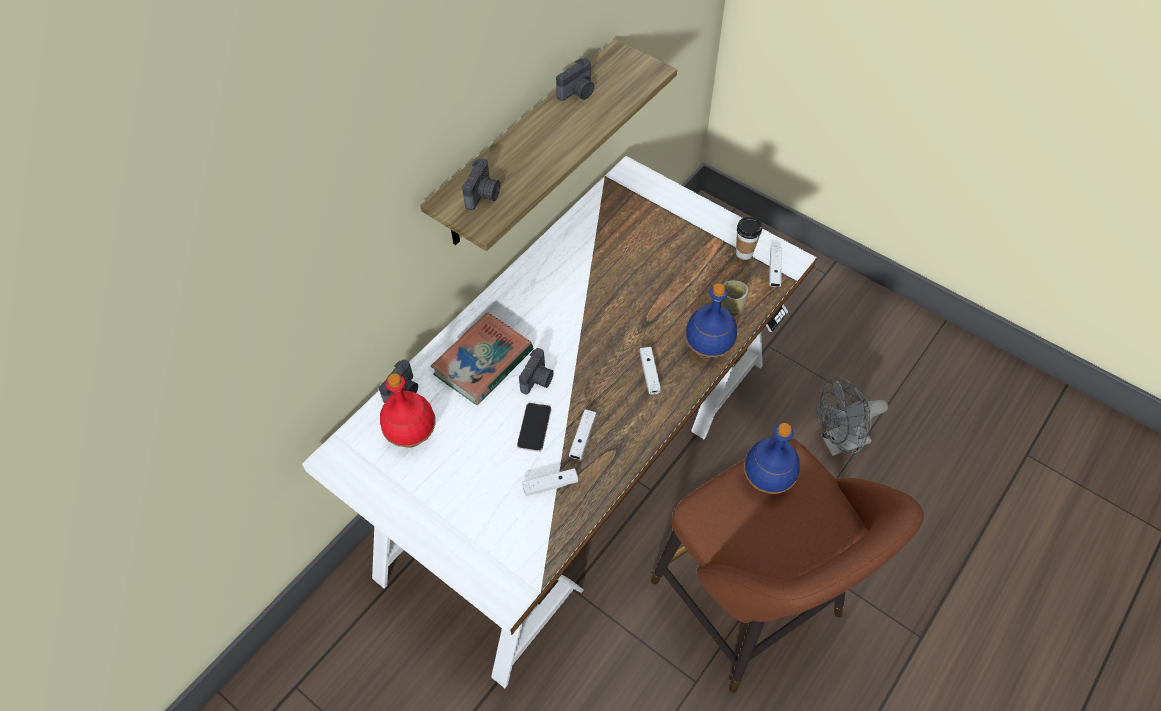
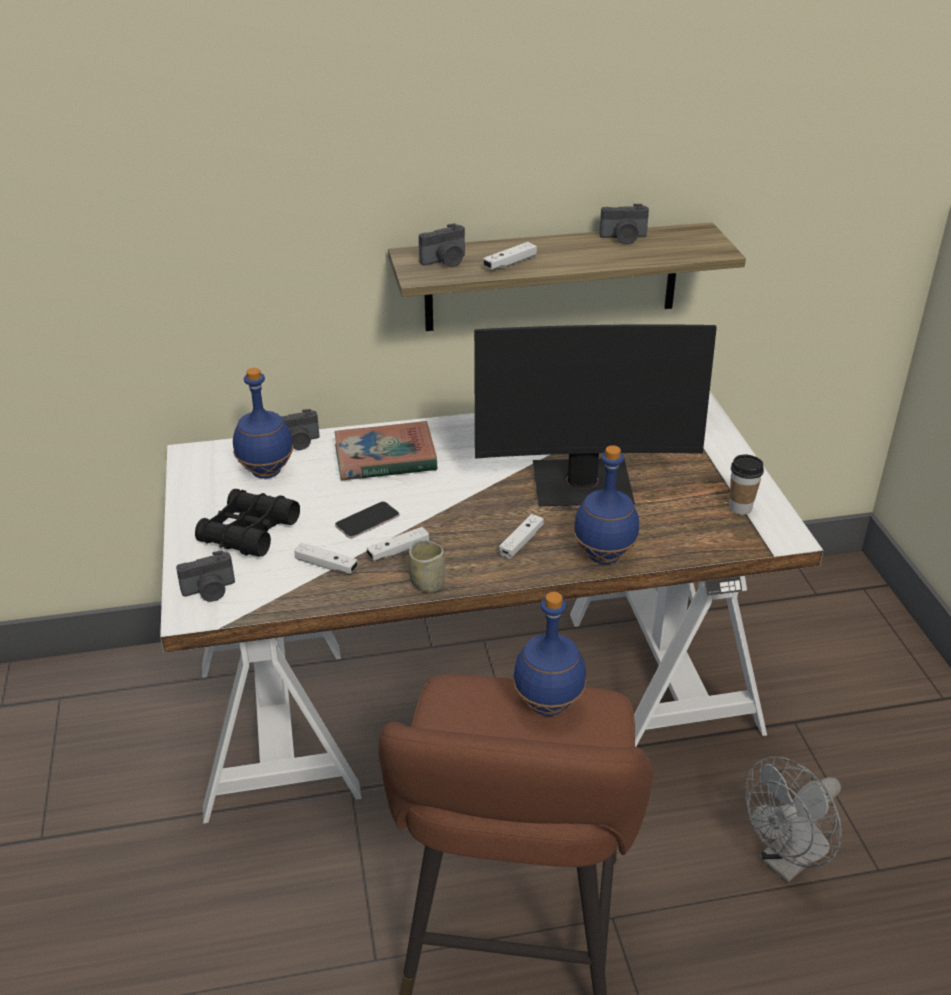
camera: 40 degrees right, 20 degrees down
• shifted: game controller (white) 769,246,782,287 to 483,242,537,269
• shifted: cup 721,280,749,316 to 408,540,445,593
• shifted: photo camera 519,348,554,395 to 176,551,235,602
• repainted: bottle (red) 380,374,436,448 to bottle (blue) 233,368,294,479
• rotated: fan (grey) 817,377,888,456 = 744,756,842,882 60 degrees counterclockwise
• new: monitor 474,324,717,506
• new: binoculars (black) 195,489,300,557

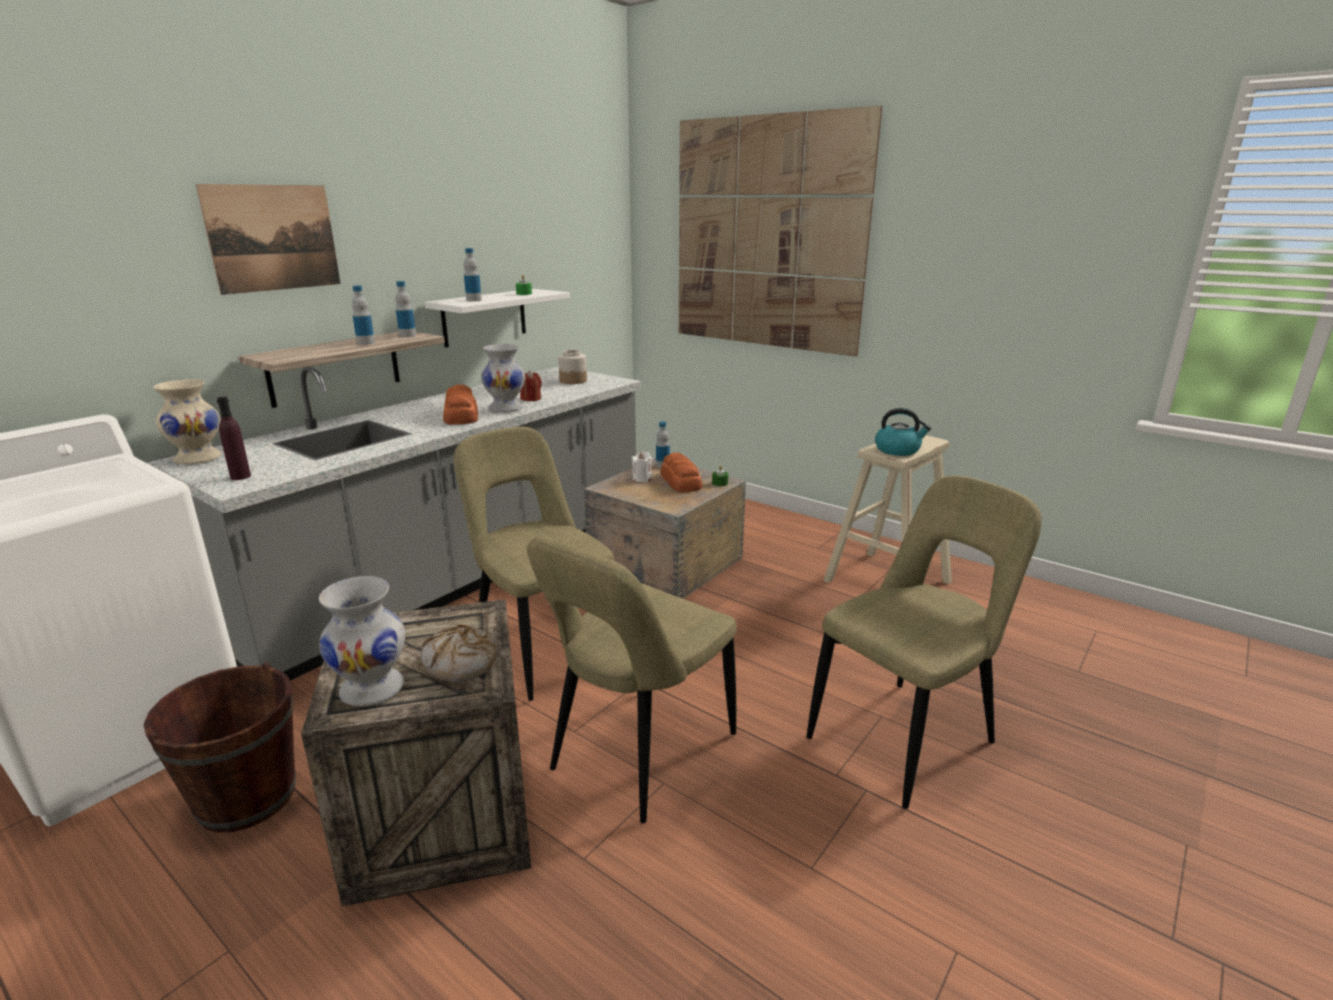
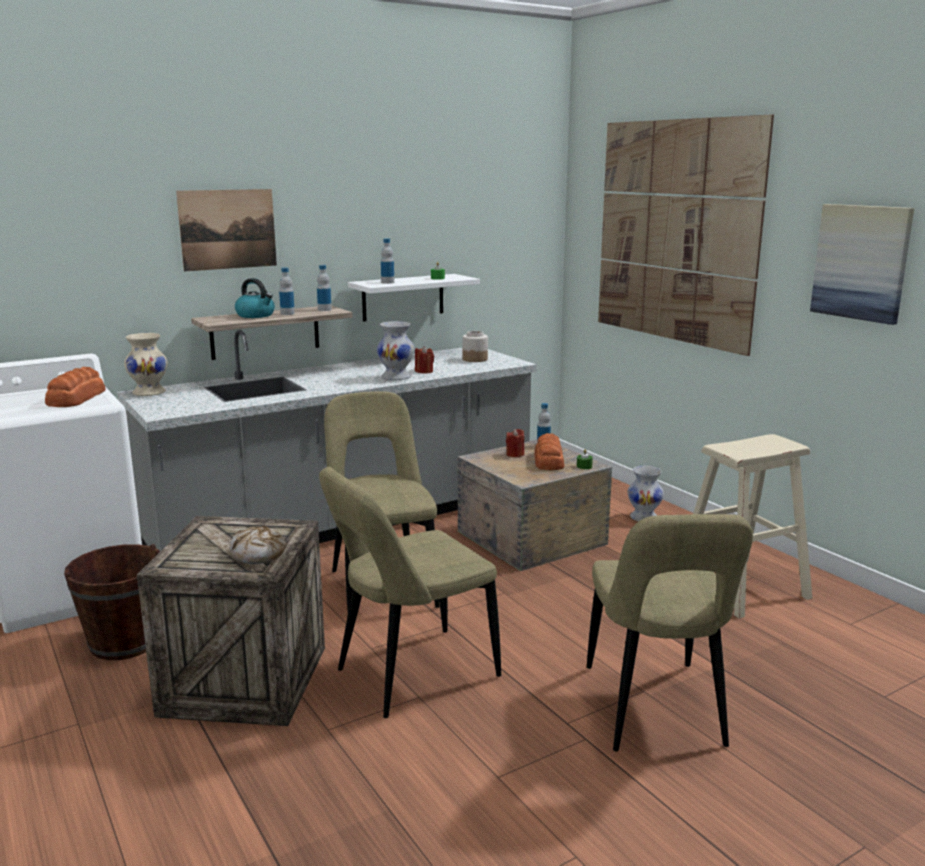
camera: 20 degrees right, 5 degrees down
• shifted: bread 443,385,478,425 to 45,367,106,407
• gone: bottle (purple) 217,396,251,480
• shifted: kettle 875,408,931,456 to 235,278,275,318
• repainted: candle (white) 632,452,652,482 to candle (red) 506,429,525,457
• rotated: chair (beige) 806,475,1042,809 = 587,514,753,752 105 degrees clockwise
• shifted: vase (white) 319,576,405,706 to 628,466,664,521
• new: picture 810,204,914,325

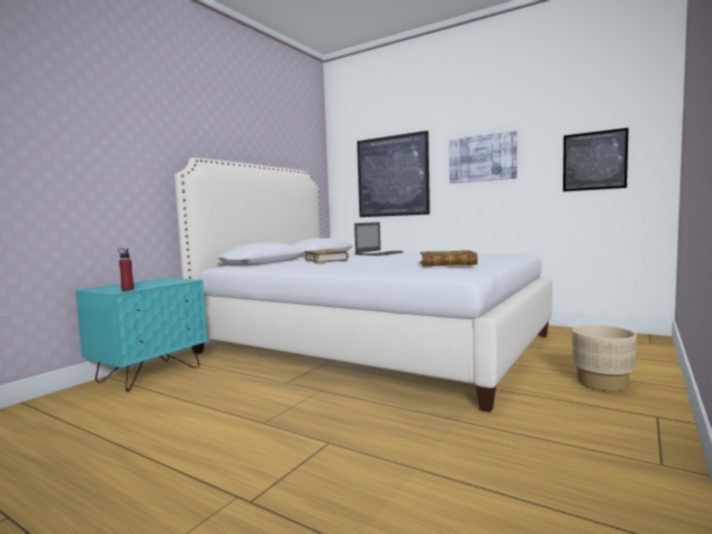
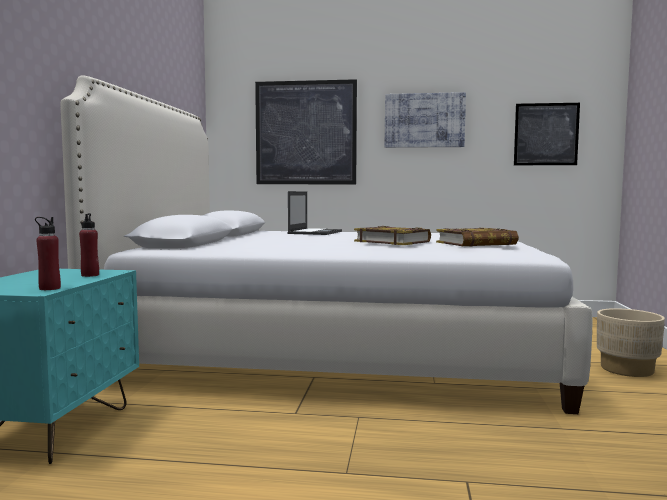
camera: 25 degrees left, 0 degrees up
• shifted: book 304,249,349,263 to 354,226,431,245
• new: bottle (red) 79,213,99,277

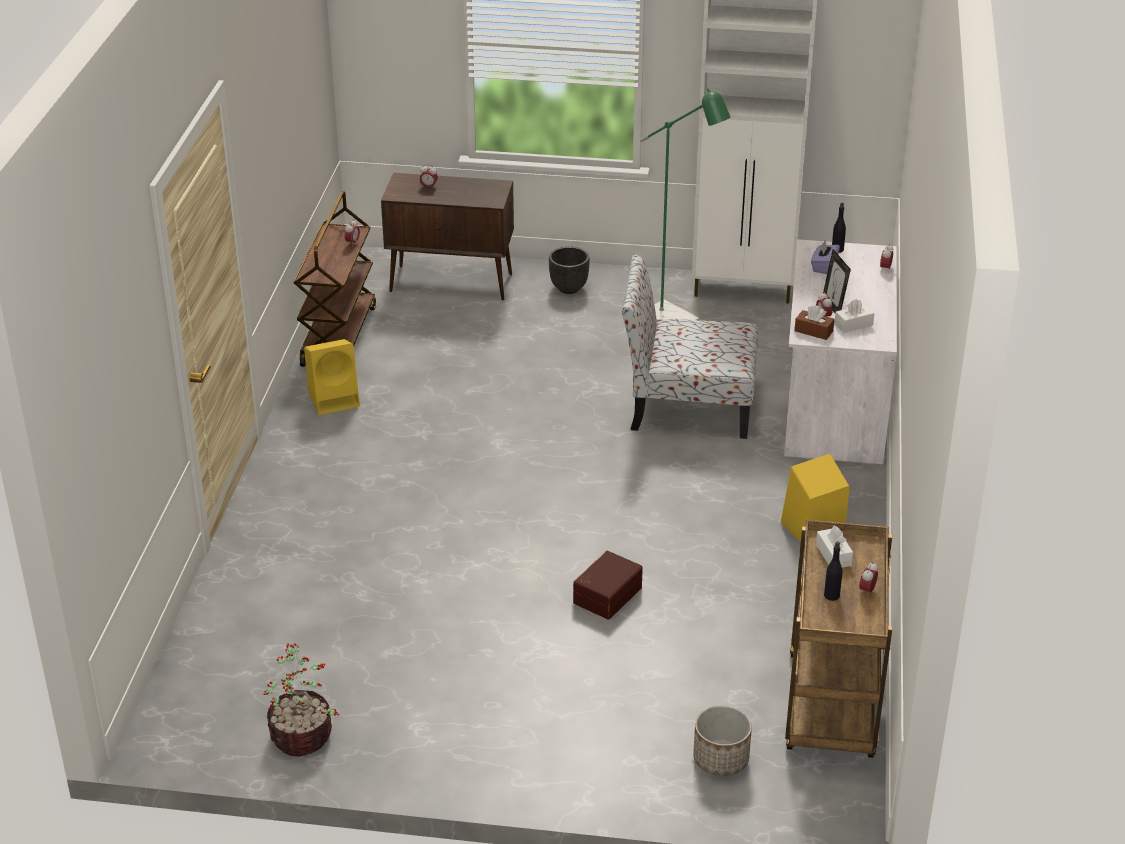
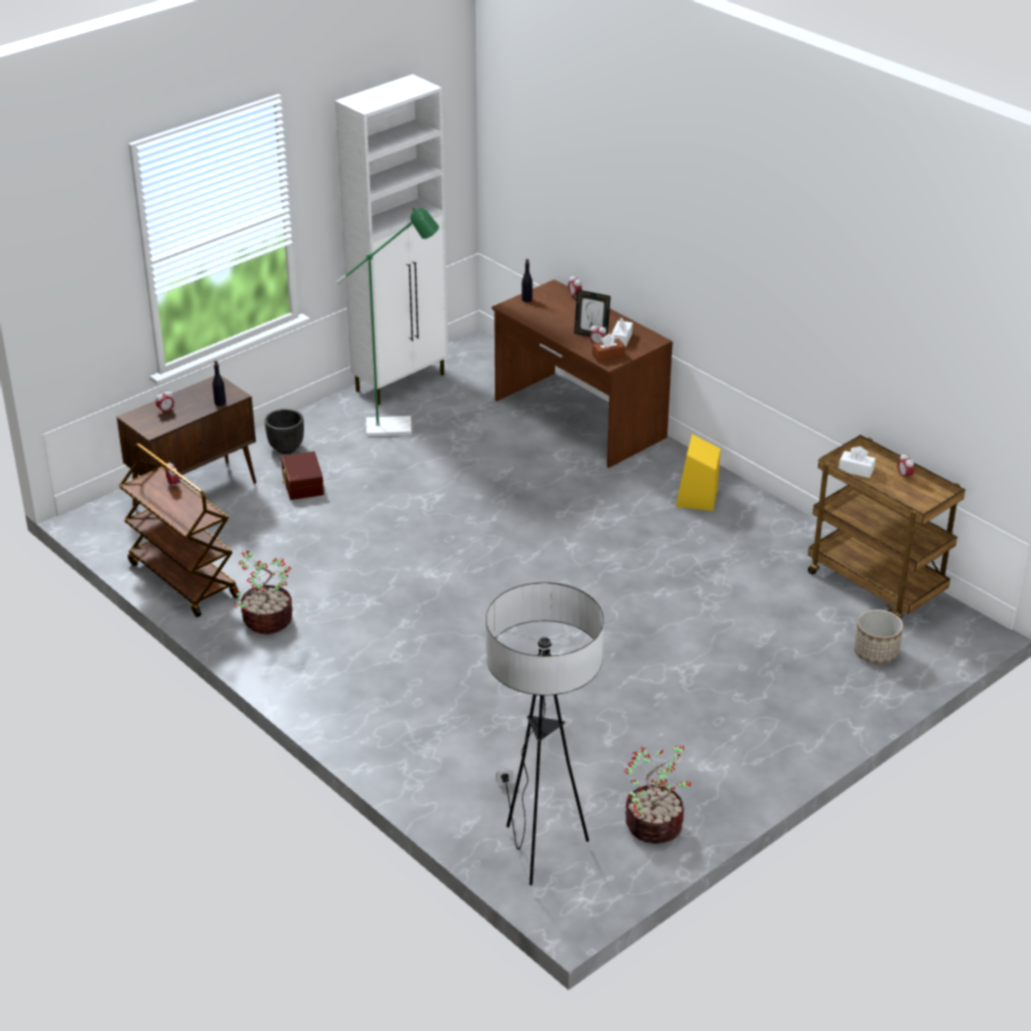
camera: 50 degrees left, 0 degrees up
• repainted: desk (white) 784,239,897,464 to desk (brown) 492,279,673,468
• gone: tissue box (purple) 811,240,840,274
• gone: chair 622,254,758,439
• swapped: speaker (yellow) 304,339,360,415 to potted plant 234,550,293,634
• shifted: bottle (black) 824,541,842,601 to 212,360,226,406
• shifted: storage box (brown) 573,551,643,620 to 281,451,324,500
• new: floor lamp 486,582,604,885

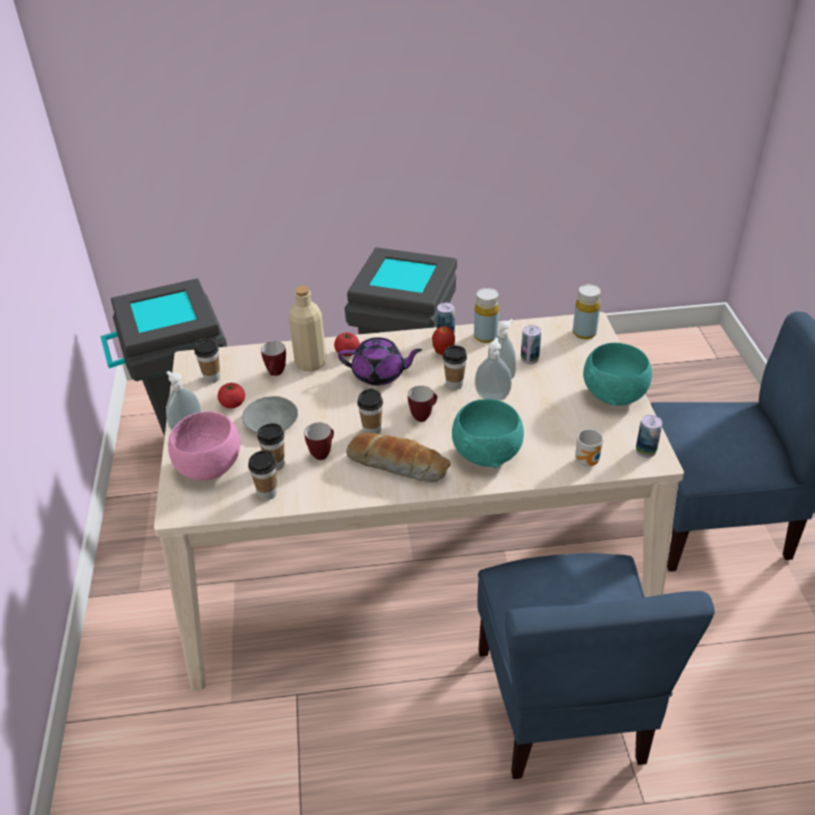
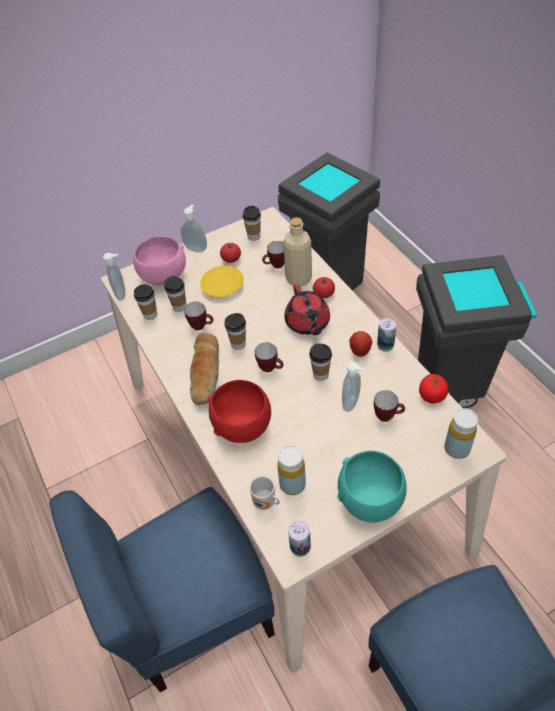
camera: 70 degrees right, 10 degrees up
• shifted: bottle (yellow) 474,288,499,343 to 277,445,306,495
• swapped: can 521,325,541,364 to mug 374,390,405,422
• repainted: teapot (purple) 338,337,422,386 to teapot (red) 284,284,330,335
• shifted: soap dispenser 475,338,512,401 to 103,253,126,301
• repainted: plate (grey) 242,396,298,433 to plate (yellow) 200,266,244,297
• repainted: bowl (turquoise) 452,399,524,468 to bowl (red) 208,380,271,443
• new: tomato 419,374,448,404

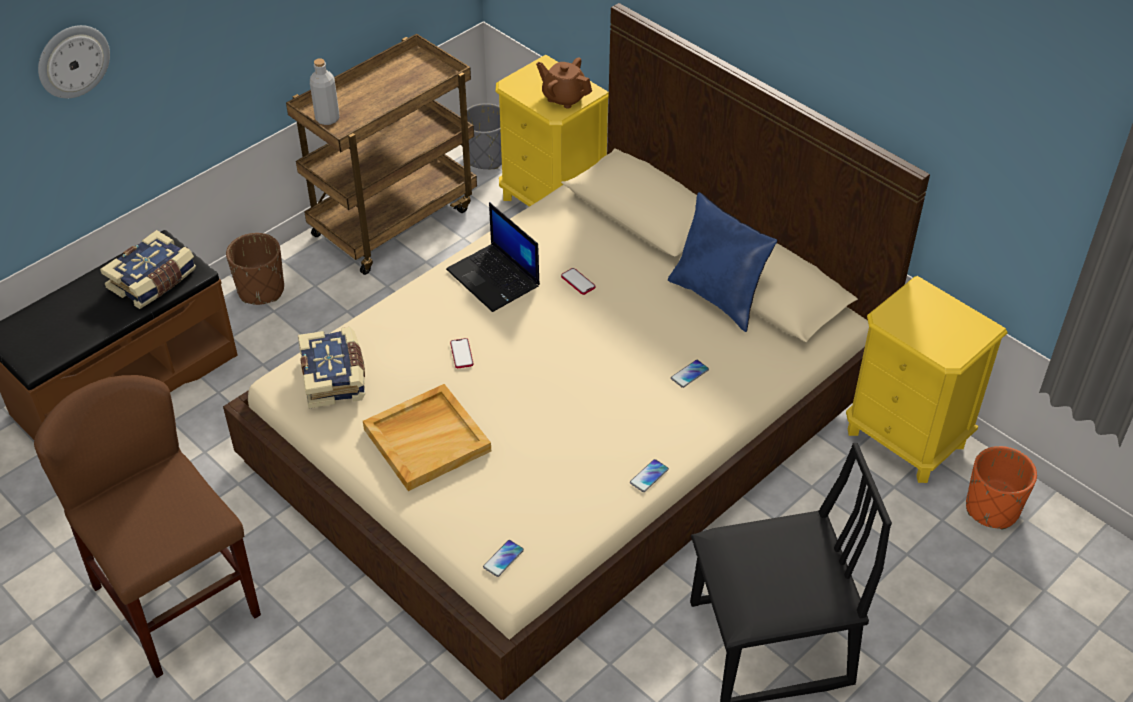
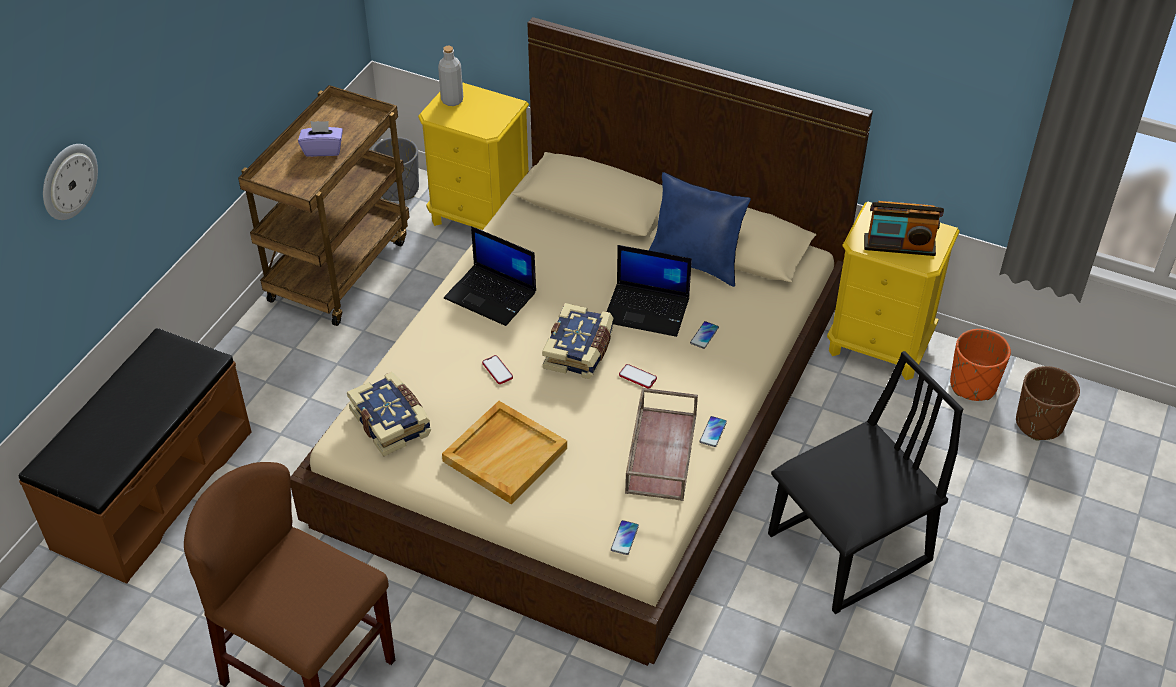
camera: 20 degrees left, 0 degrees up
• gone: teapot (brown) 536,57,592,108
• shifted: bottle (grey) 310,58,339,125 to 438,46,463,106
• shifted: book 100,230,196,309 to 542,303,613,379
• shifted: planter (brown) 226,233,284,305 to 1016,366,1080,441
• shifted: phone 561,268,595,295 to 619,364,657,389
• new: tissue box (purple) 298,121,343,157
• new: radio 864,201,944,256
• new: laptop 606,245,692,337
• new: tray (brown) 625,388,698,501

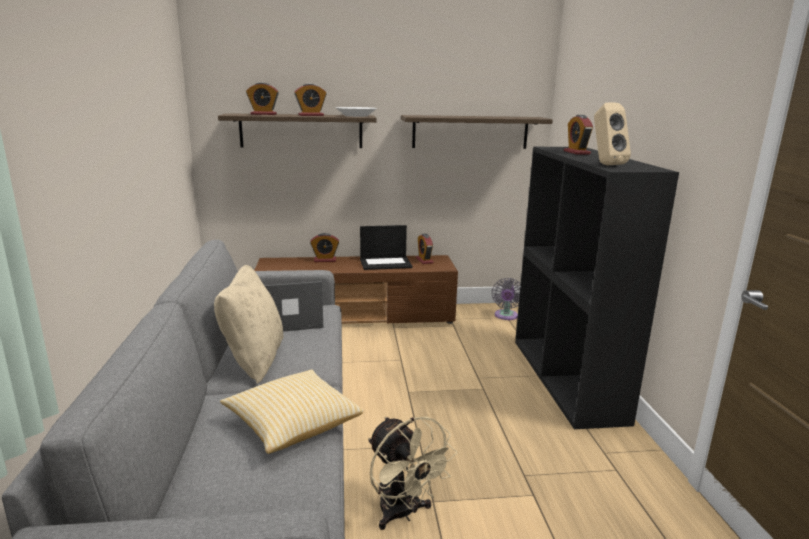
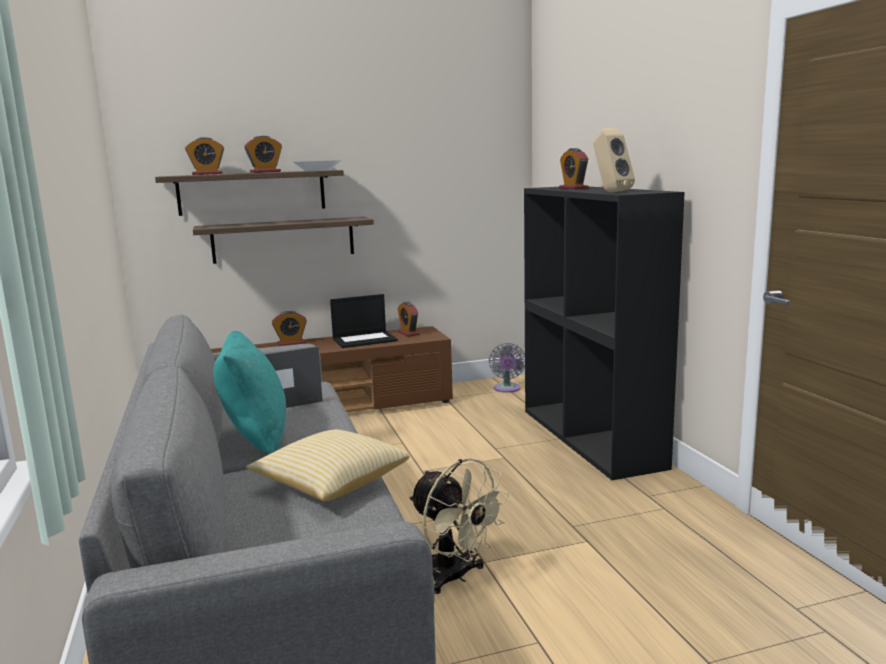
camera: 10 degrees left, 5 degrees down
• shifted: shelf 401,115,553,149 to 193,217,374,264
• repainted: pillow (beige) 214,265,283,384 to pillow (turquoise) 213,331,286,454

